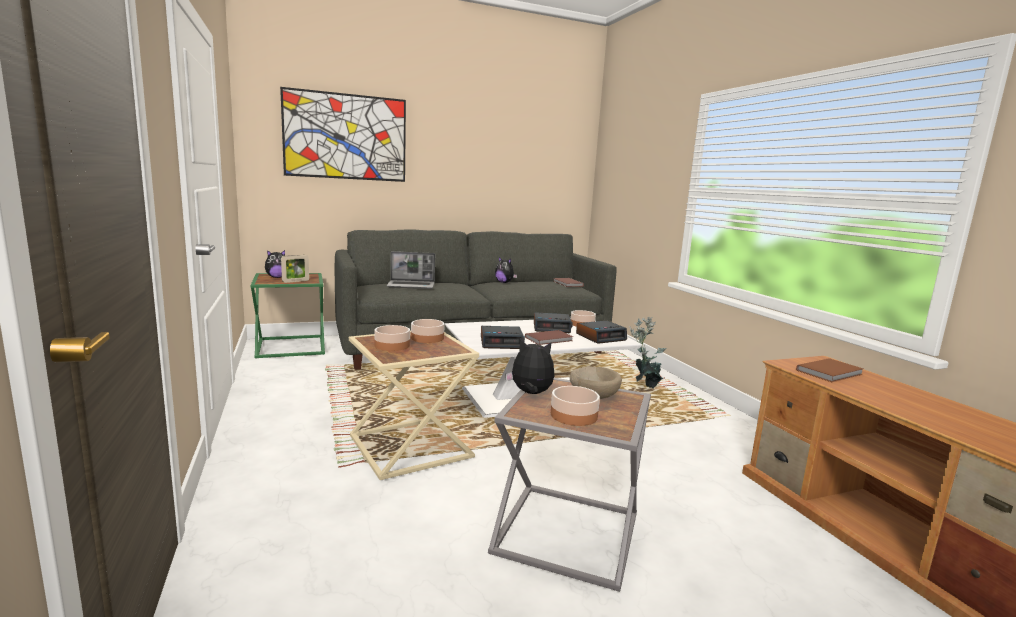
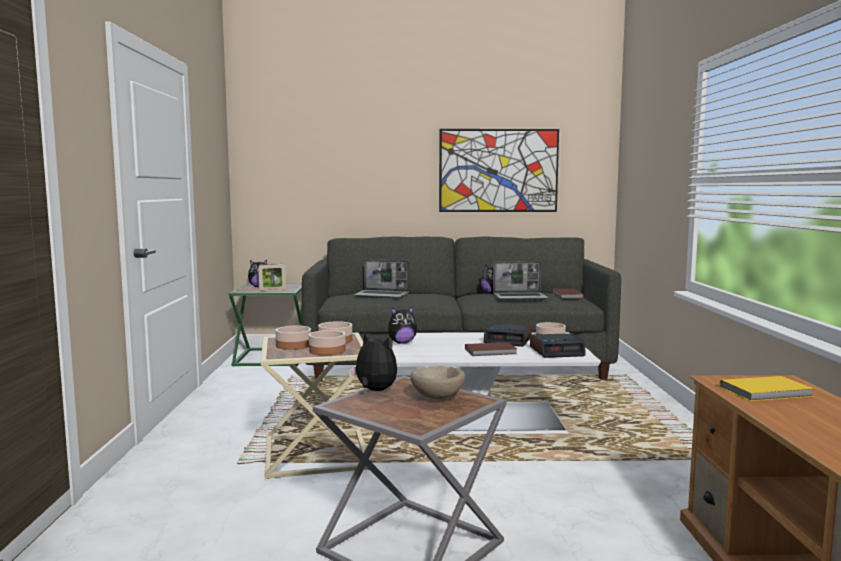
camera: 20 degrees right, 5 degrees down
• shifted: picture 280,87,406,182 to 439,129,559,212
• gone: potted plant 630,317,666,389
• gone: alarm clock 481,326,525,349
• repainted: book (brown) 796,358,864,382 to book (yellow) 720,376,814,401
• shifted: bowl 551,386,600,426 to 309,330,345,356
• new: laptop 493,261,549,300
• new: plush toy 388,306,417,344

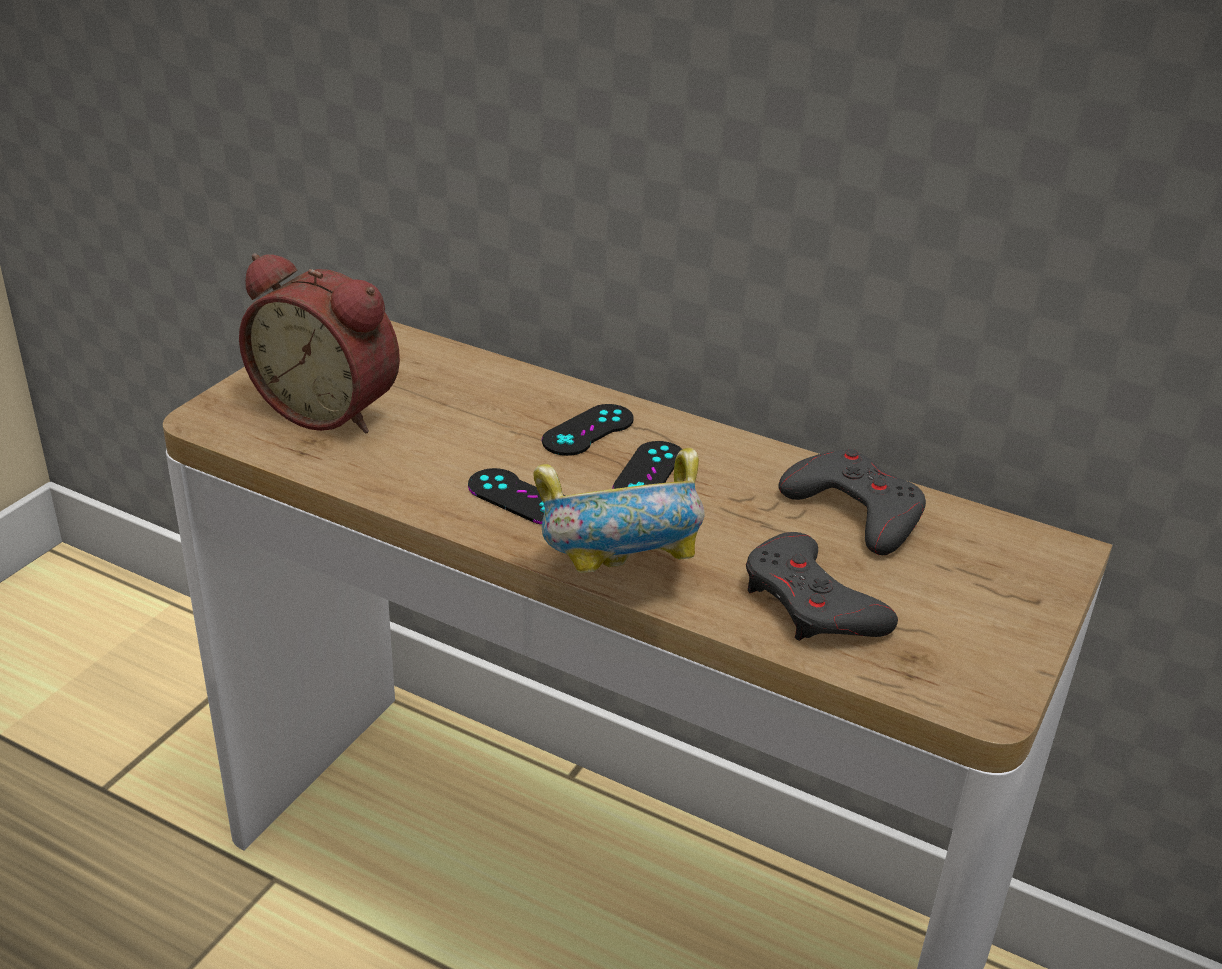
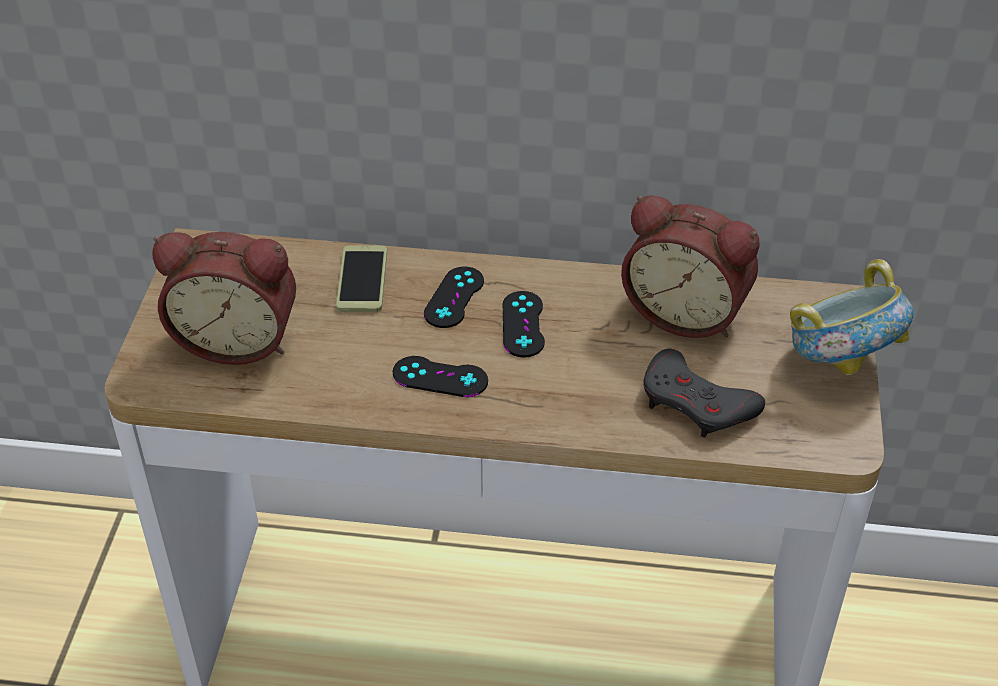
camera: 20 degrees left, 10 degrees up
• shifted: bowl 533,448,705,573 to 790,259,914,375
• swapped: game controller (grey) 779,449,926,555 to alarm clock 621,195,759,338
• new: phone 336,245,387,312

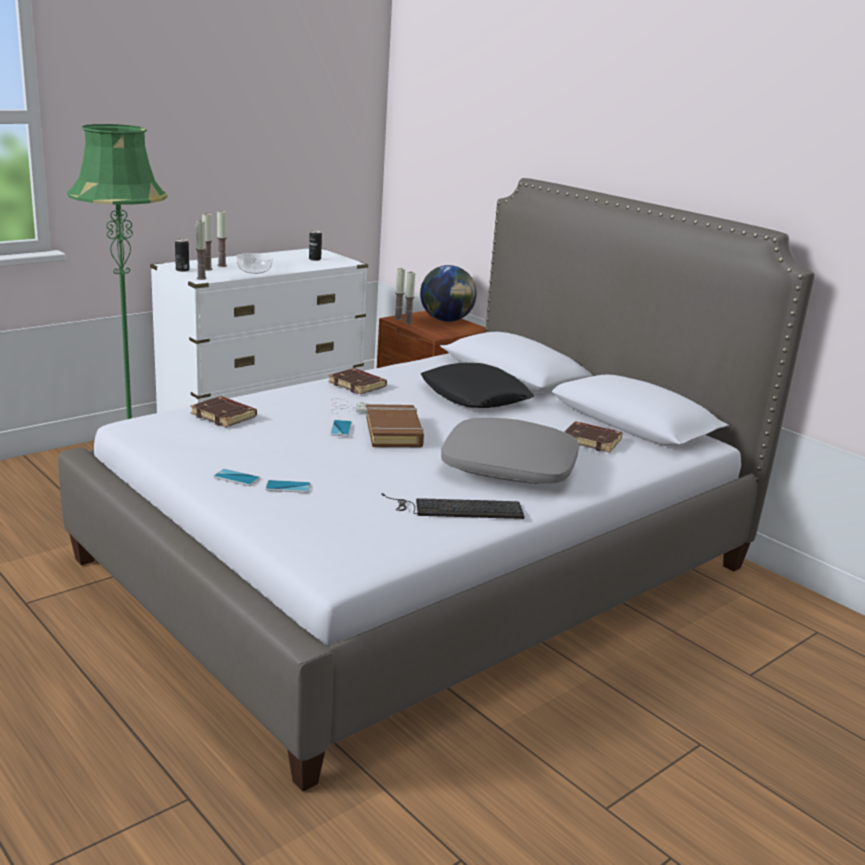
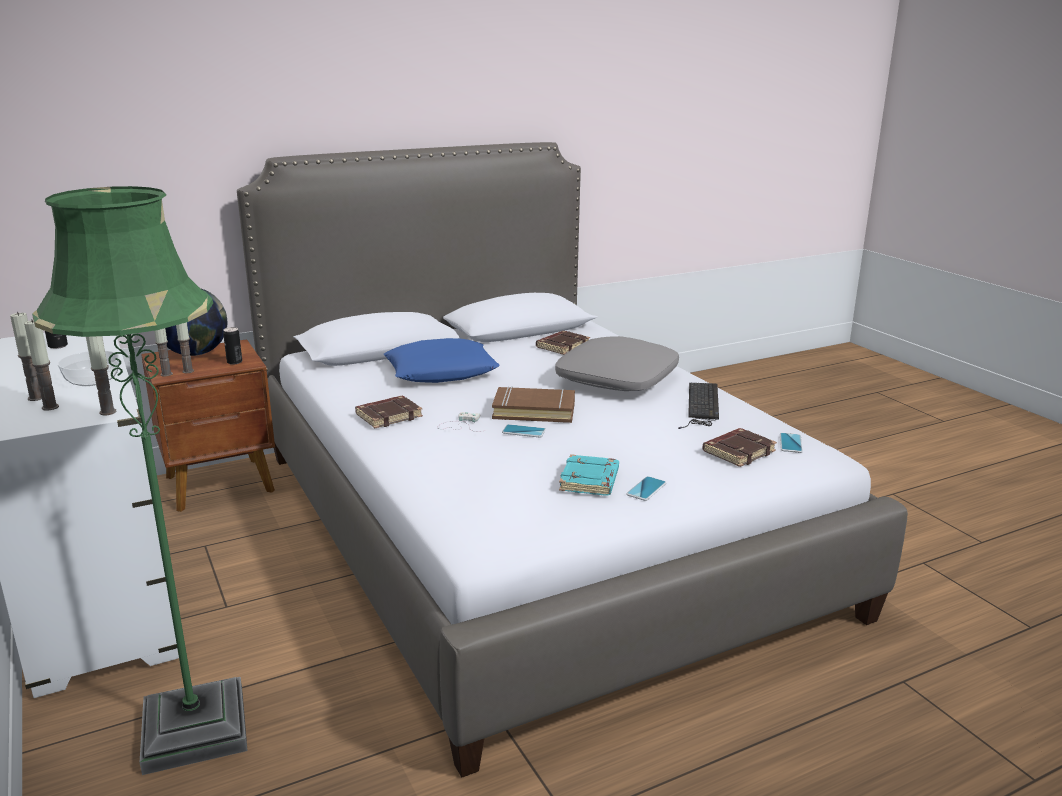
camera: 75 degrees left, 0 degrees up
• shifted: can 175,239,189,272 to 223,327,242,365
• repainted: pillow (black) 421,363,534,408 to pillow (blue) 384,338,500,383
• shifted: book (brown) 190,396,257,427 to 702,428,777,467
• shifted: phone 265,480,311,493 to 780,433,803,453
• new: book (turquoise) 559,454,619,496

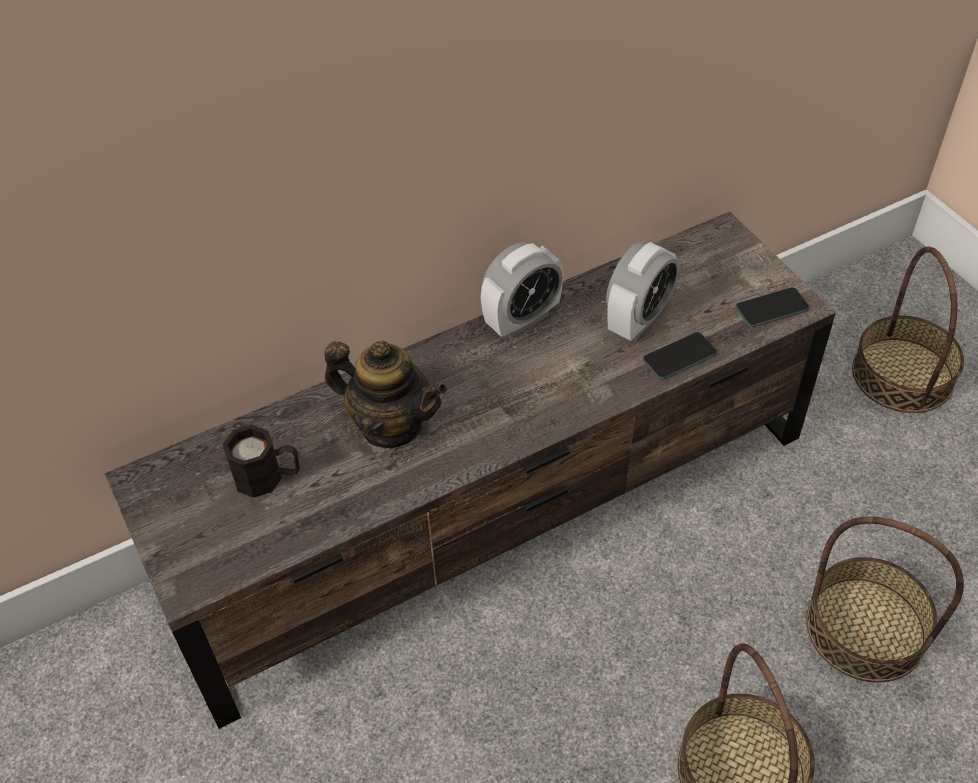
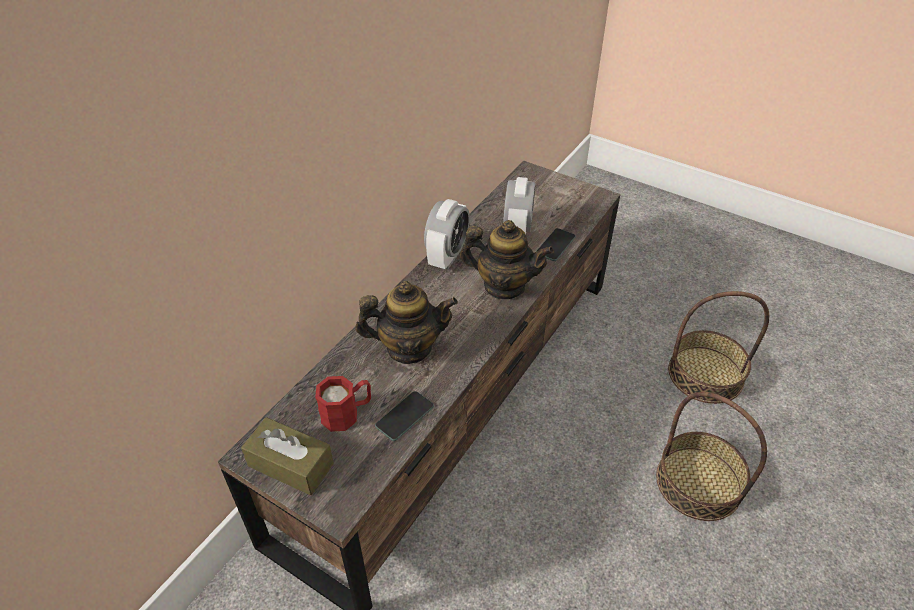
camera: 30 degrees left, 5 degrees down
• gone: basket 852,246,964,413
• shifted: phone 735,287,810,327 to 375,391,434,441
• repainted: mug (black) 223,425,300,498 to mug (red) 315,376,371,432
• new: teapot 460,220,554,299
• new: tissue box (brown) 241,417,334,495

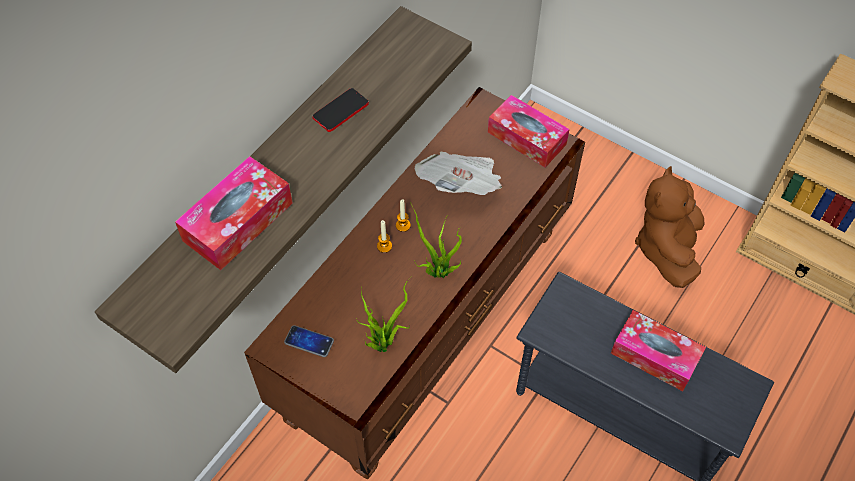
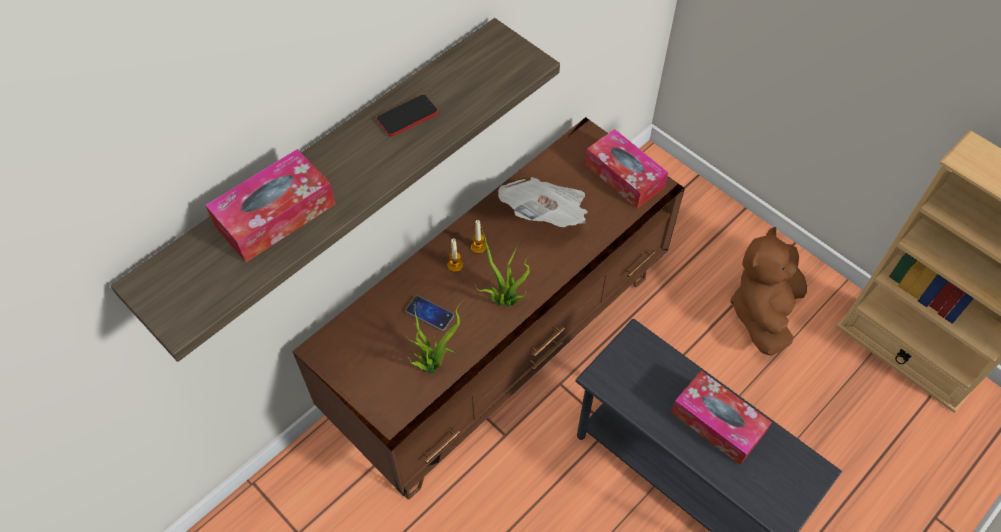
camera: 10 degrees right, 0 degrees up
• shifted: phone 284,325,334,357 to 405,295,454,331

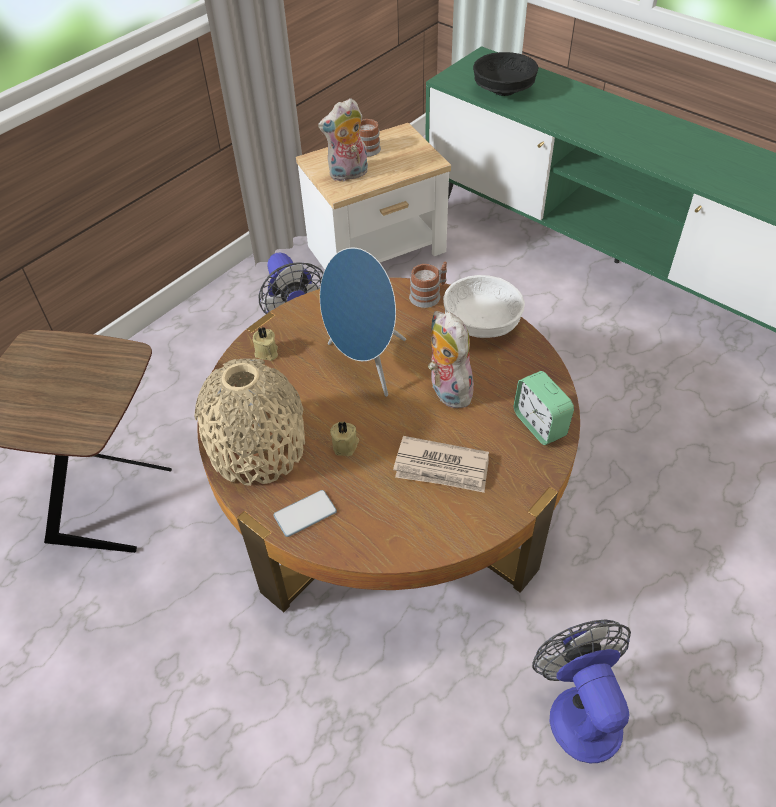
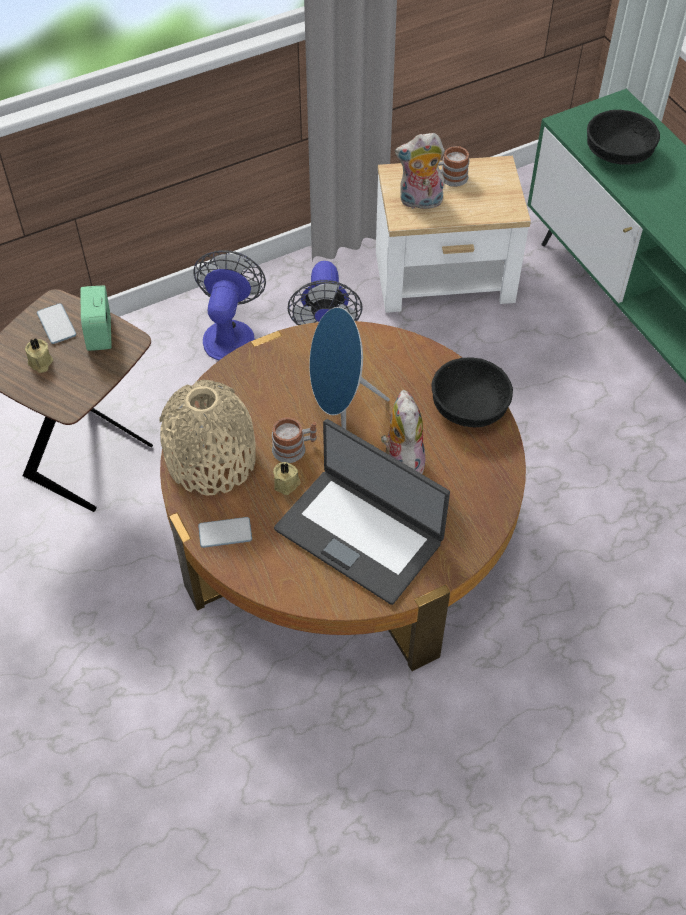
camera: 20 degrees right, 5 degrees up
• shifted: mug 409,261,447,308 to 272,418,317,463
• repainted: bowl (white) 443,275,525,338 to bowl (black) 431,357,513,427
• shifted: candle (beige) 253,327,278,361 to 25,339,53,373
• shifted: alarm clock 514,371,574,445 to 80,285,112,351
• swapped: newspaper 393,436,489,493 to laptop 274,419,450,605
• shifted: fan 532,619,631,763 to 193,250,266,360
• new: phone 37,303,77,344

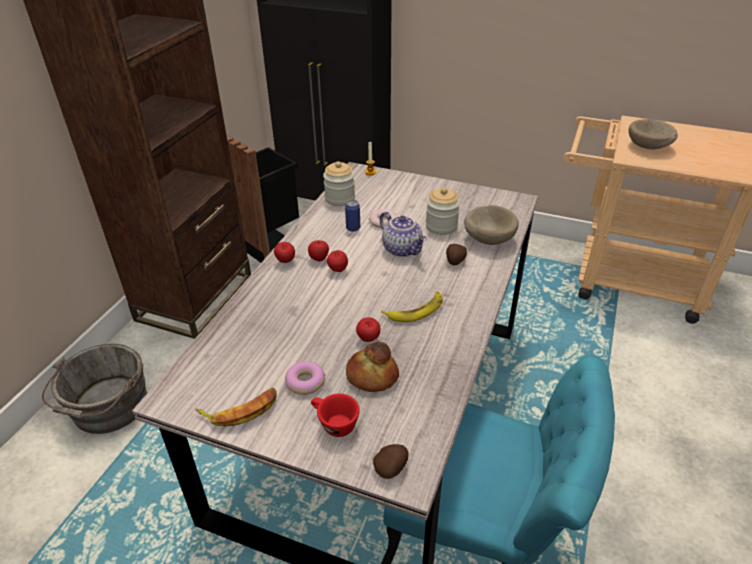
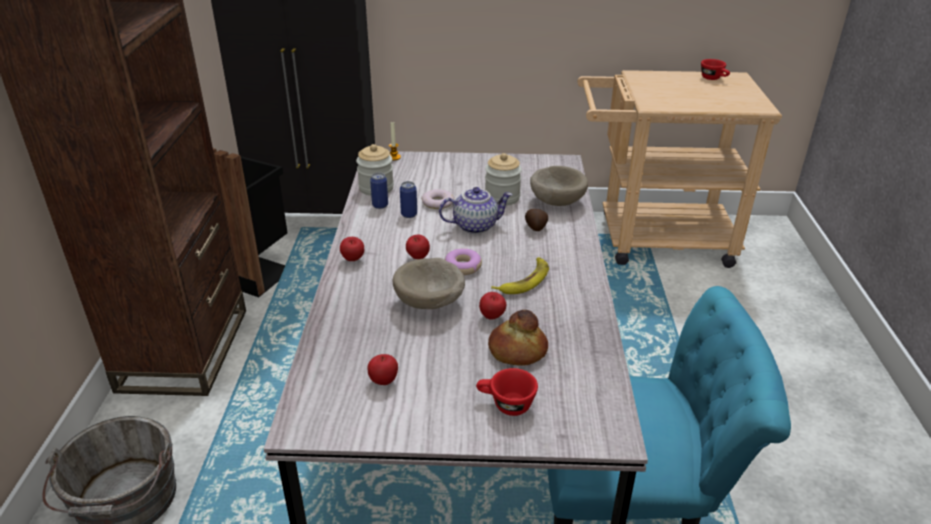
camera: 20 degrees left, 5 degrees down
• shifted: bowl (beige) 629,119,678,150 to 393,258,465,309
• rotated: teapot 380,212,427,257 = 439,187,513,234 45 degrees counterclockwise
• shifted: apple 308,240,329,261 to 368,354,398,385
• shifted: donut 285,361,325,395 to 445,248,482,275
• gone: banana 195,387,277,426
• gone: potato 373,444,409,479
• new: cup (red) 701,59,730,80
• new: can 370,173,388,209

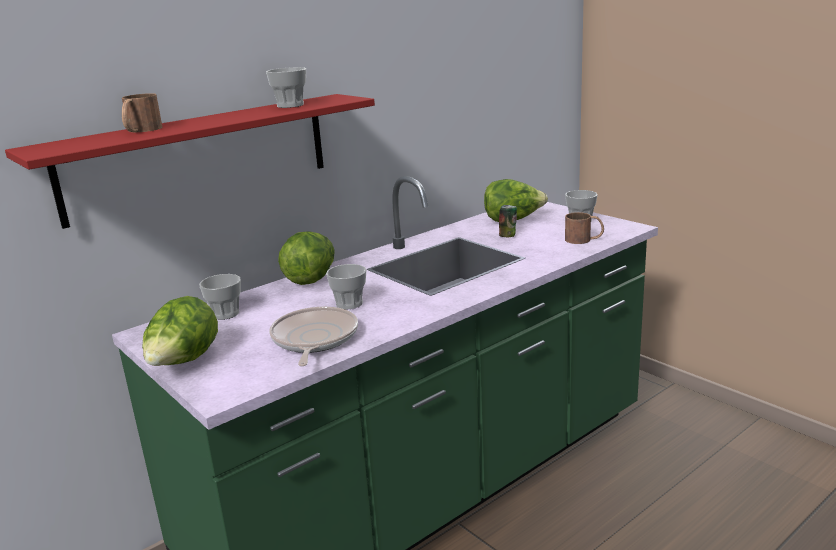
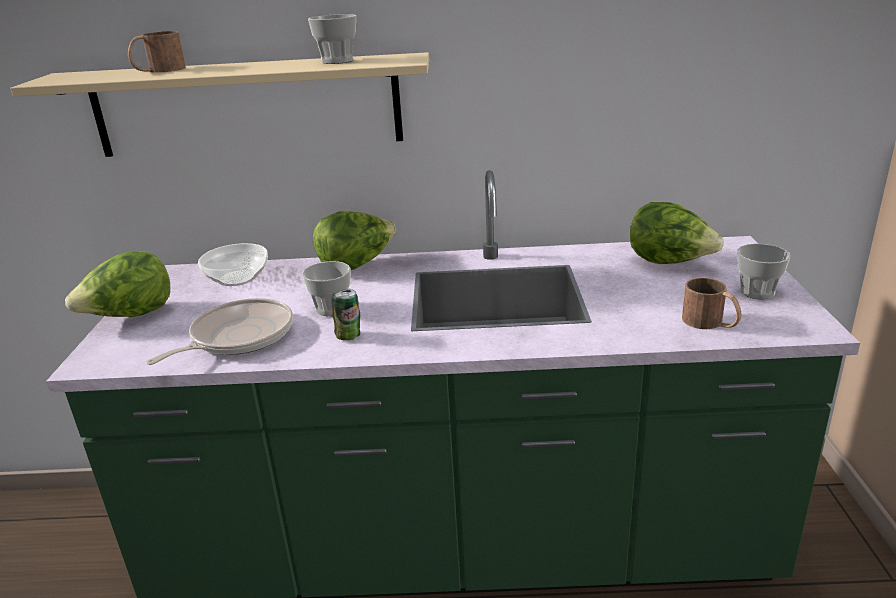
camera: 40 degrees right, 5 degrees up
• repainted: shelf (red) 5,94,375,229 to shelf (beige) 11,52,429,157
• shifted: can 499,205,517,237 to 331,289,360,340
• swapped: cup 199,274,241,320 to bowl 198,243,268,286

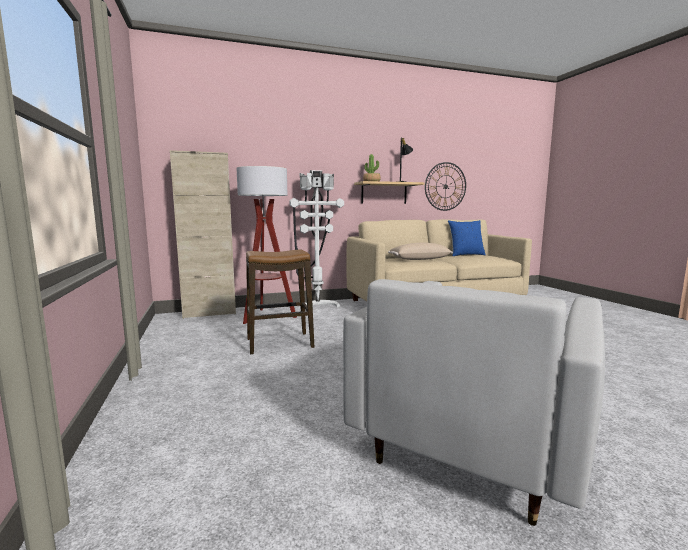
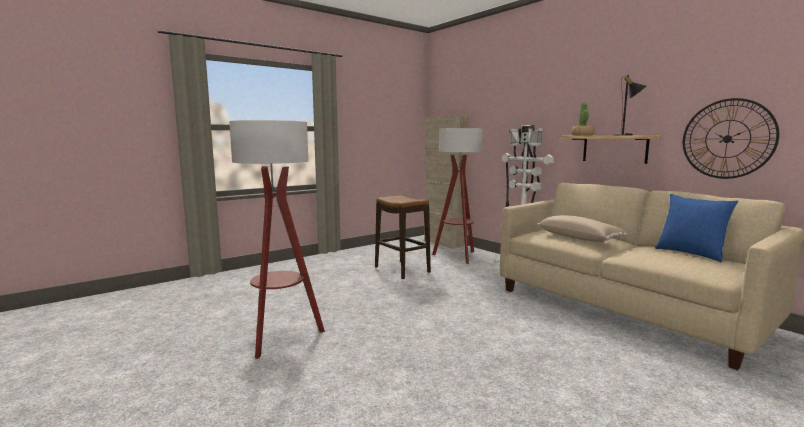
camera: 70 degrees right, 0 degrees up
• swapped: armchair (white) 343,279,605,526 to floor lamp 229,120,325,359

